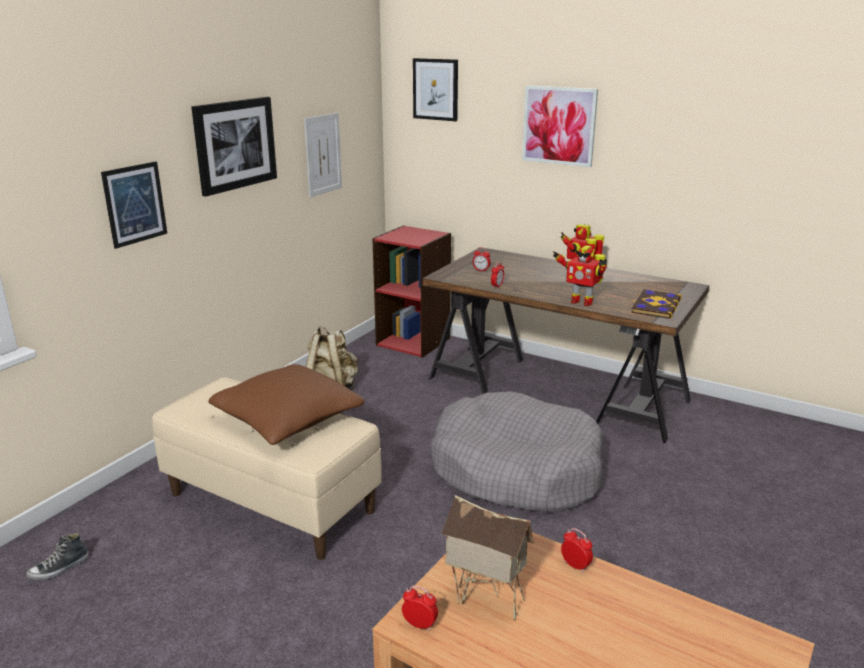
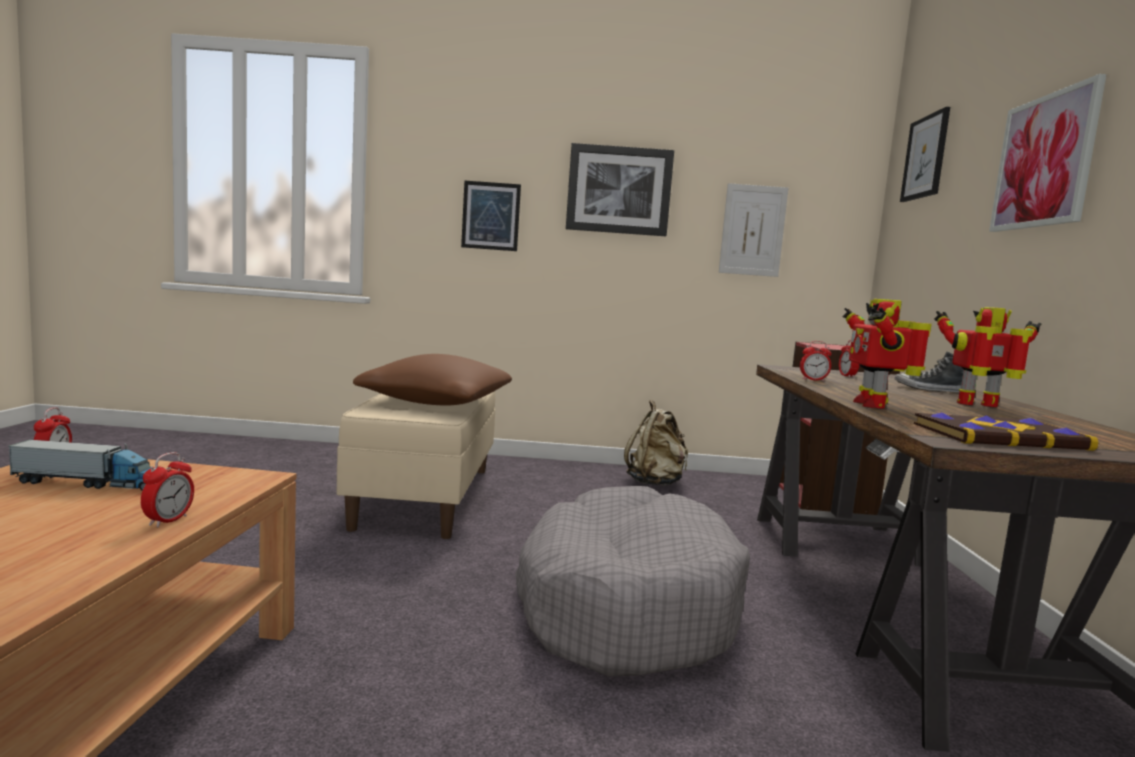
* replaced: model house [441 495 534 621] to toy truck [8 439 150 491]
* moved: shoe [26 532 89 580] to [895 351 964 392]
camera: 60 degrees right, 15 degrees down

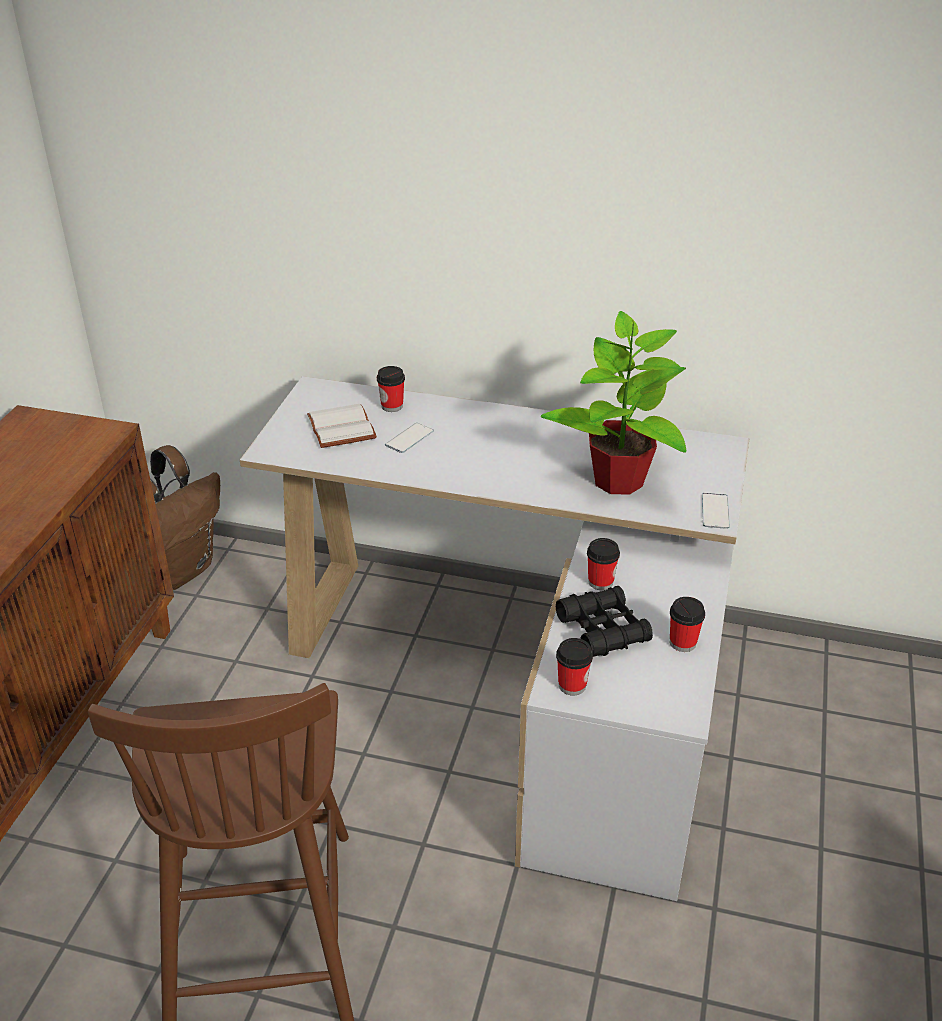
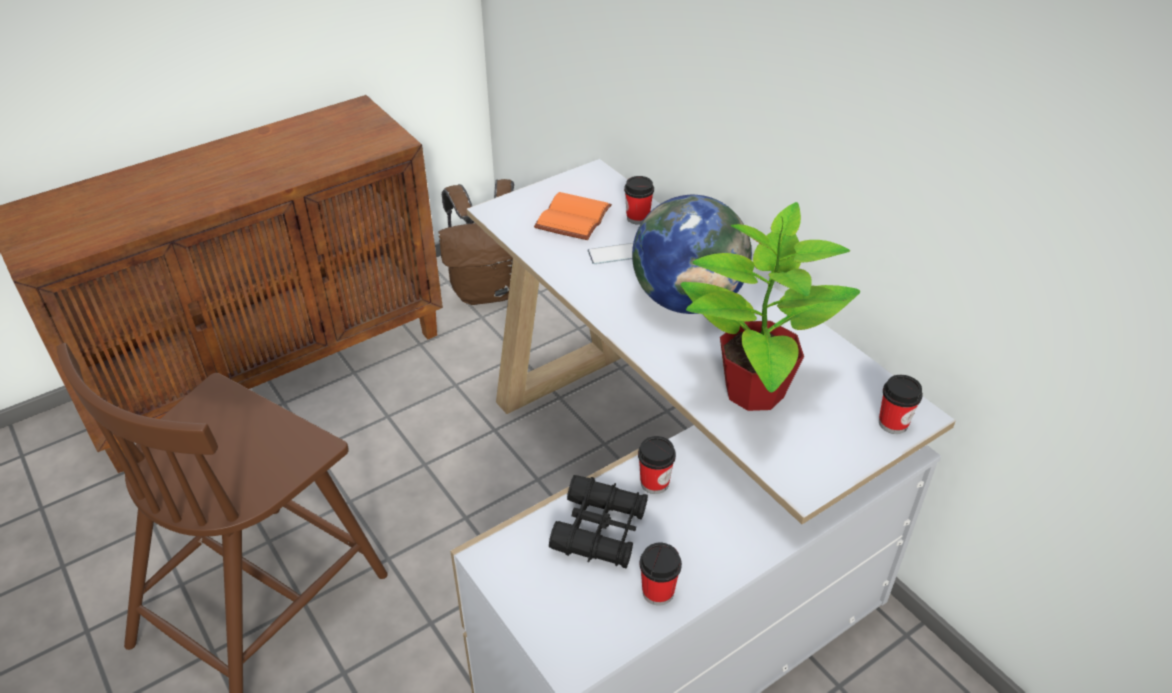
* recoloured: whitish volume [307 404 377 448] to orange volume [534 192 612 240]
* removed: telephone [702 493 730 529]
* moved: small cup [556 638 593 696] to [879 375 923 434]
* added: desk globe [632 195 752 314]
camera: 40 degrees right, 5 degrees up

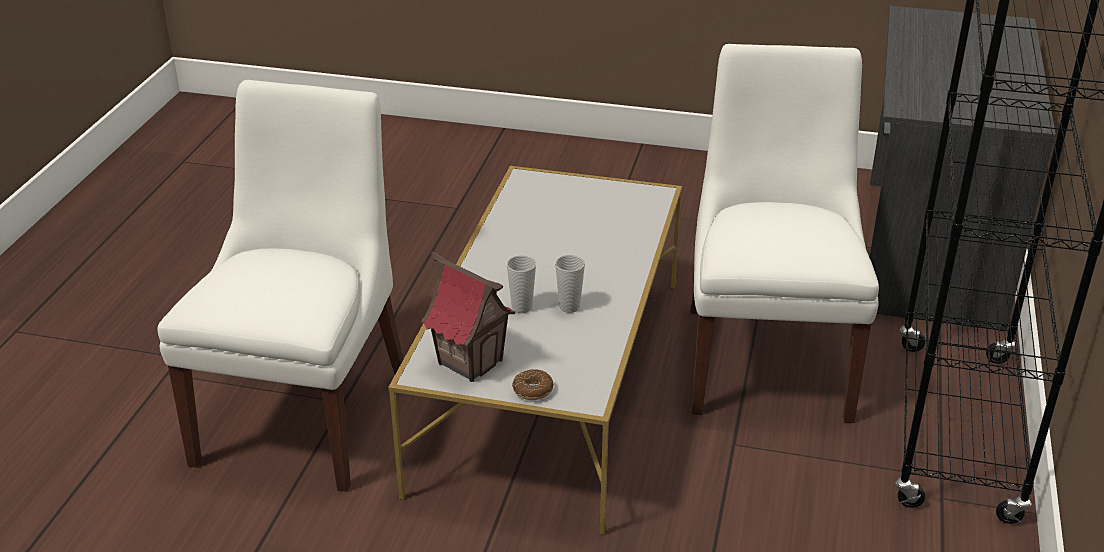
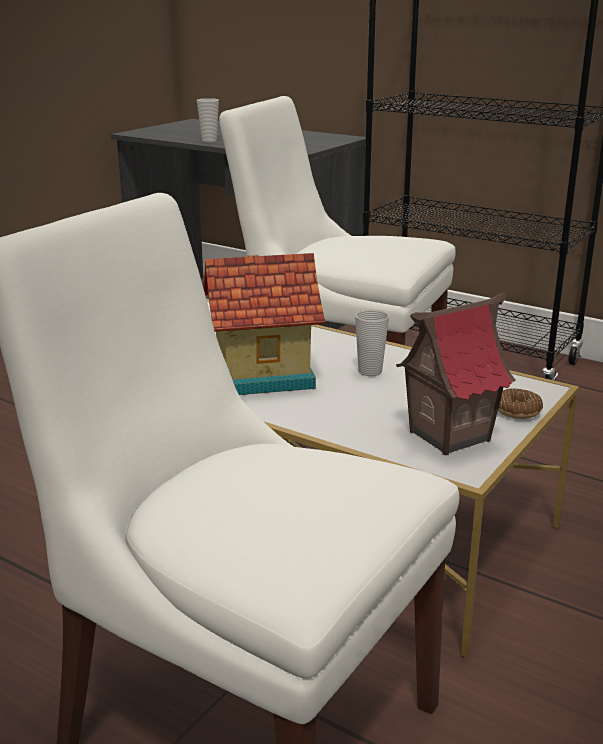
* moved: small cup [507 255 536 313] to [197 98 219 142]
* added: model house [203 253 325 395]
camera: 70 degrees left, 10 degrees down

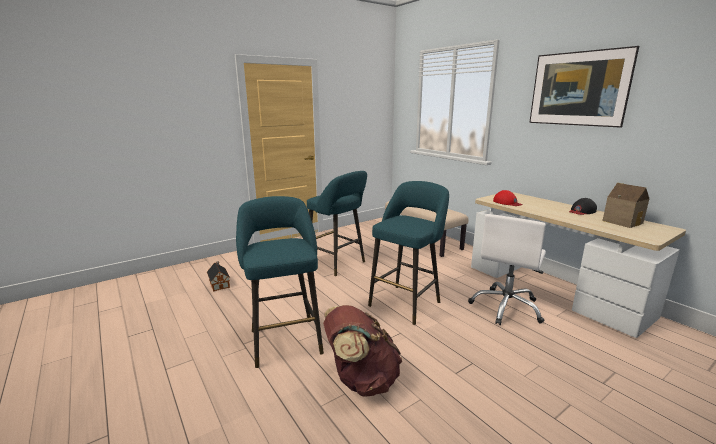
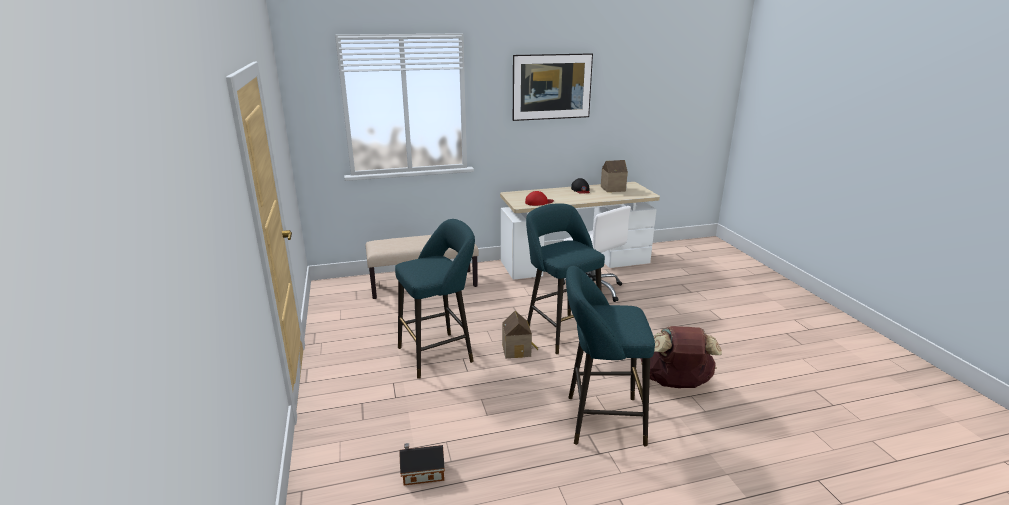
* added: model house [502 311 538 359]
camera: 70 degrees left, 5 degrees up

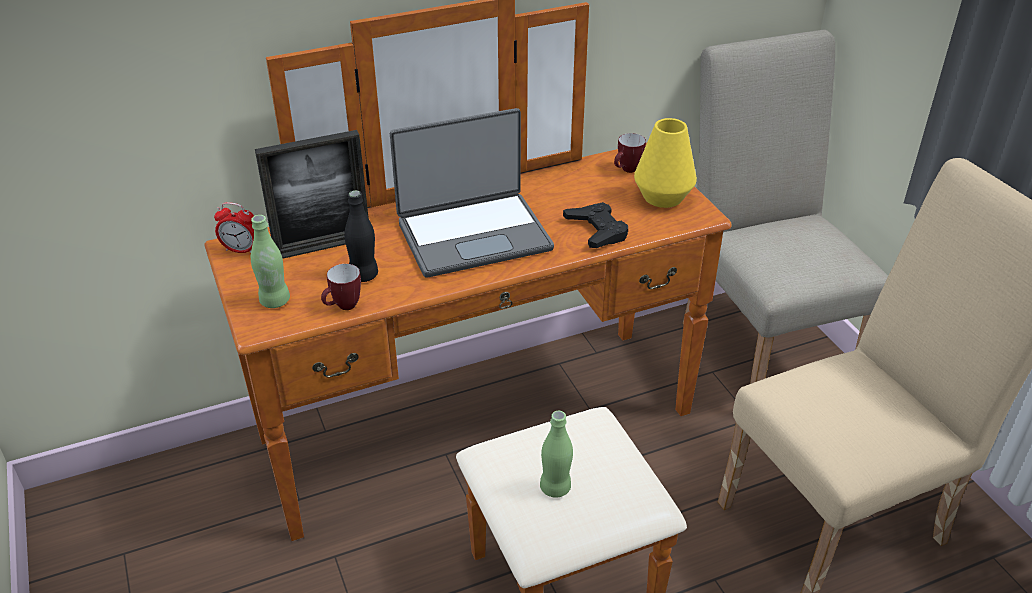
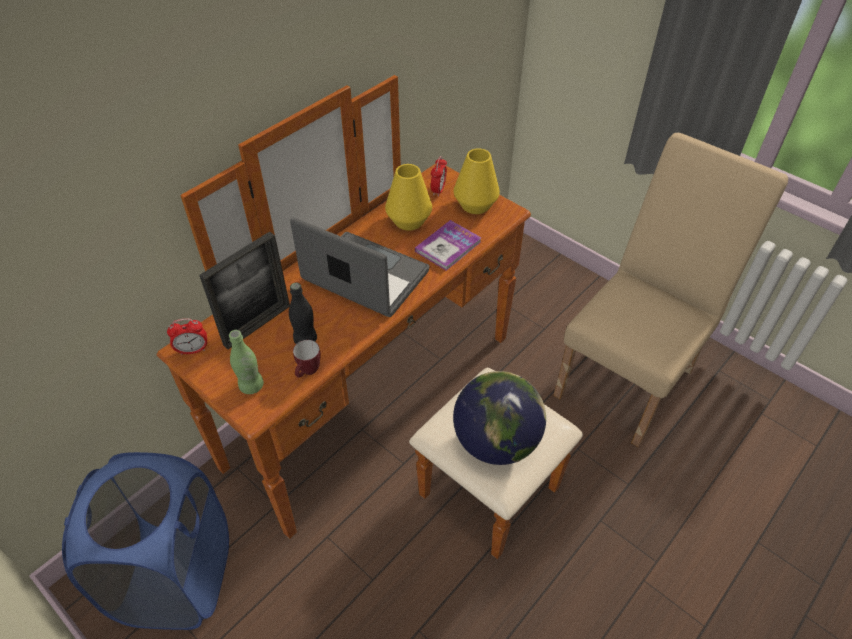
* removed: beige-coloured chair [683 30 888 384]
* turned: laptop [390 108 554 278] = [290 217 430 317] 105 degrees counterclockwise
* replaced: tea mug [614 133 646 173] to bedside clock [431 156 447 197]
* replaced: black-coloured game controller [563 202 628 248] to volume [415 220 481 271]
* replaced: green-coloured bottle [540 411 573 498] to desk globe [453 371 546 465]
* added: yellowish vase [385 164 432 230]
* added: blue hamper [62 452 229 630]
camera: 25 degrees left, 10 degrees up

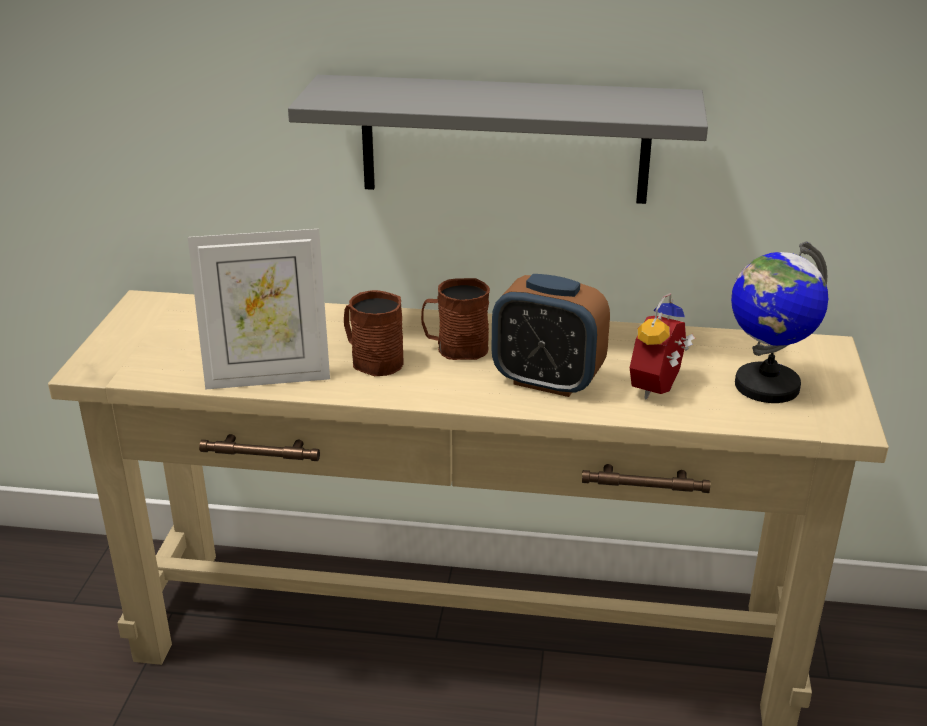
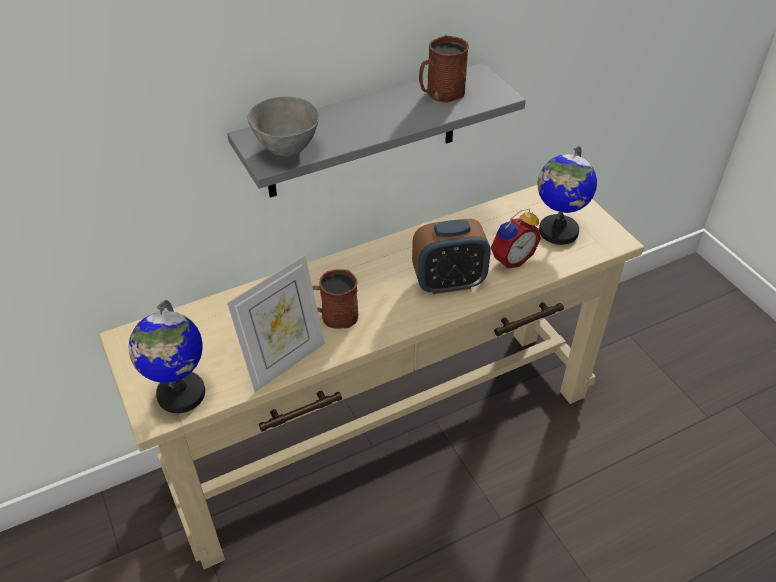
* moved: brown-coloured tea mug [421 278 490 360] to [419 35 469 103]
* turned: bedside clock [630 293 695 399] = [491 209 541 268] 120 degrees counterclockwise
* added: greyish deep dish [248 96 319 157]
* added: desk globe [128 300 205 413]
camera: 35 degrees left, 15 degrees up

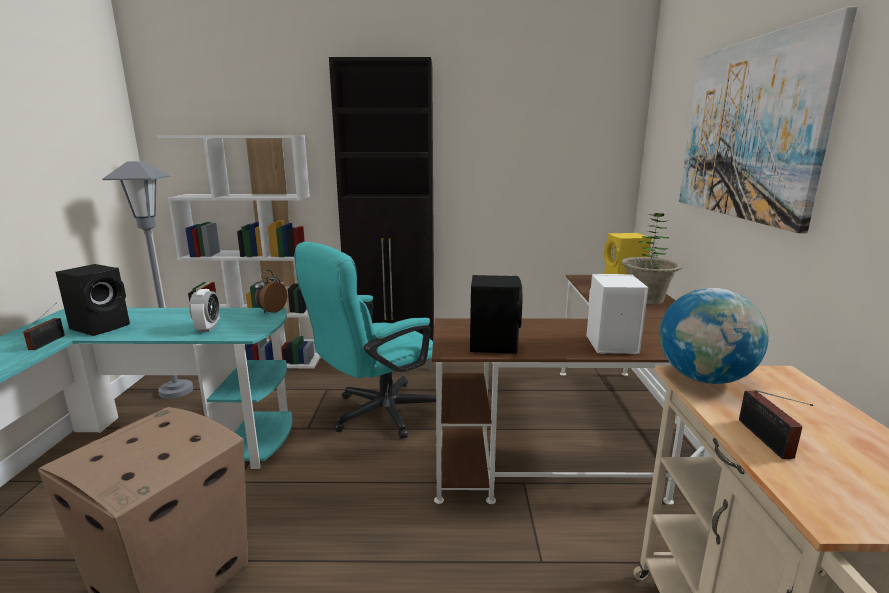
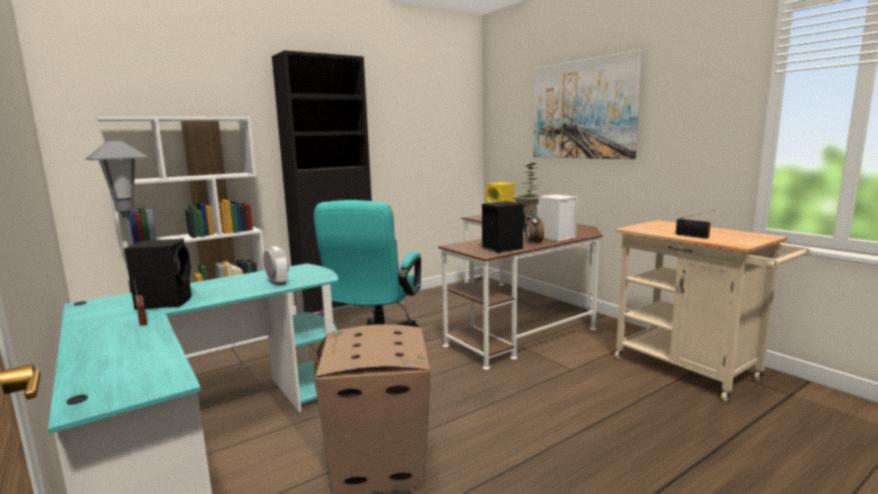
* moved: bedside clock [255 270 287 313] to [525 210 544 244]
* removed: desk globe [659 288 769 384]
camera: 35 degrees left, 5 degrees down

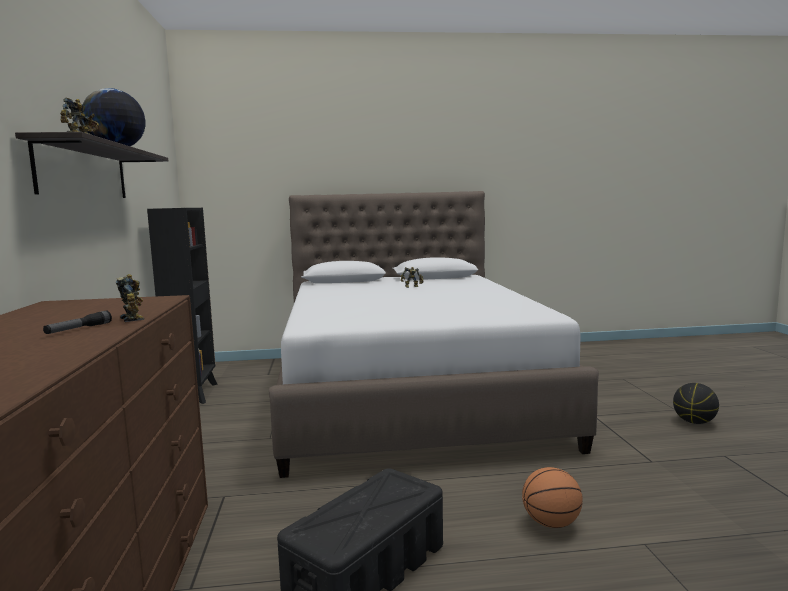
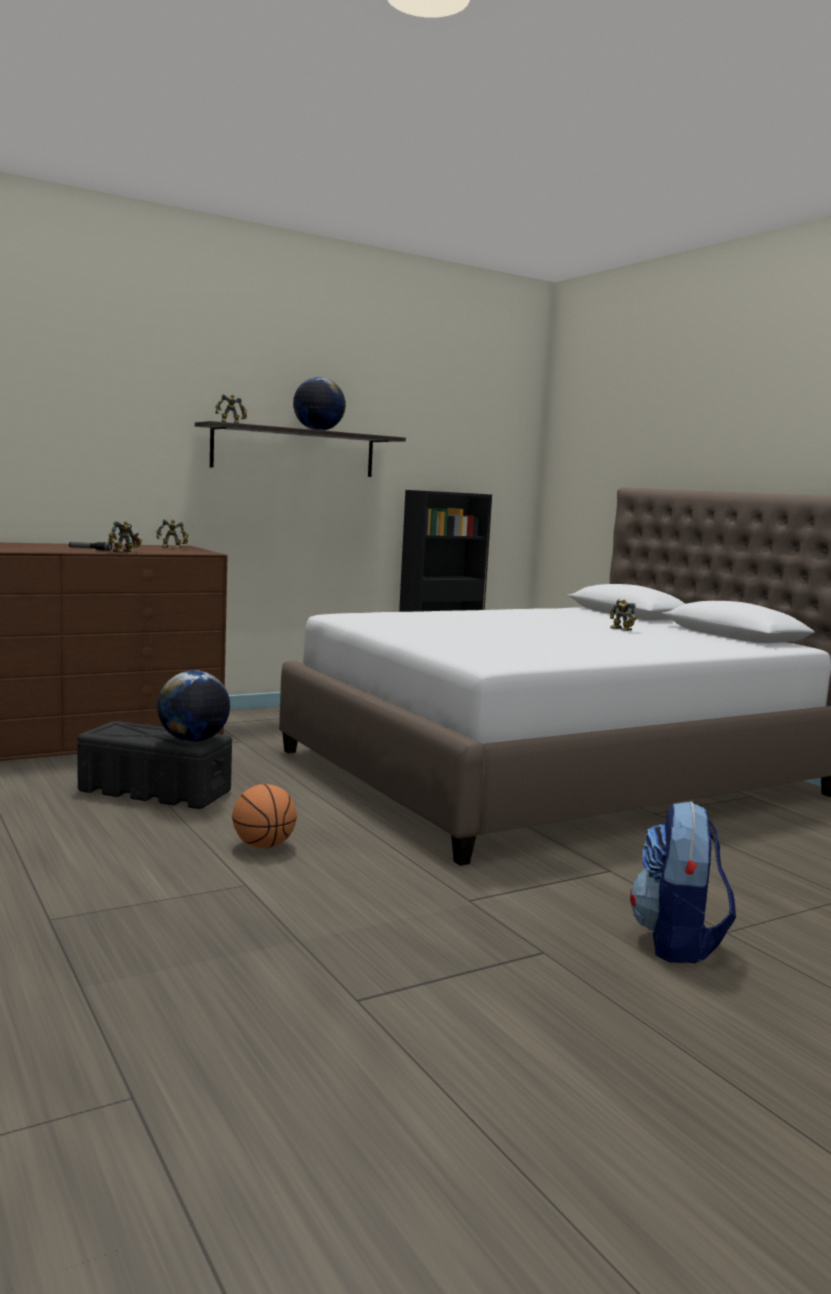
* replaced: basketball ball [673 383 719 424] to knapsack [630 801 736 963]
* added: robot figure [156 519 189 548]
* added: desk globe [157 670 230 742]
camera: 65 degrees right, 0 degrees up

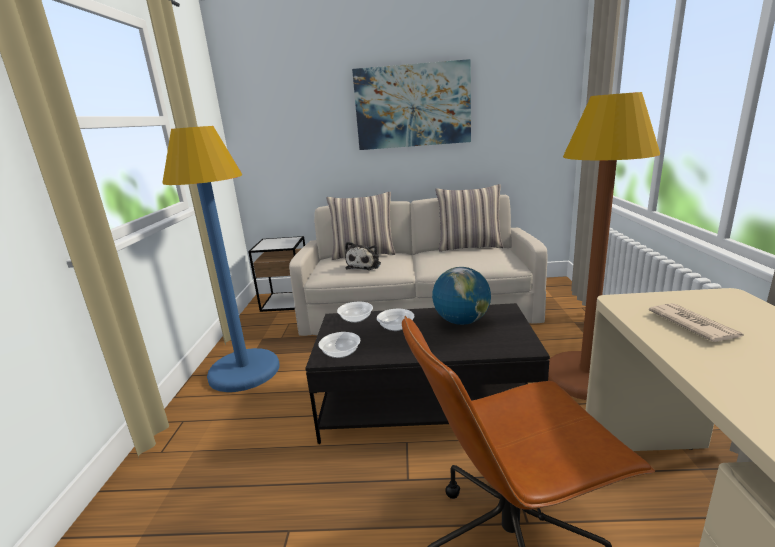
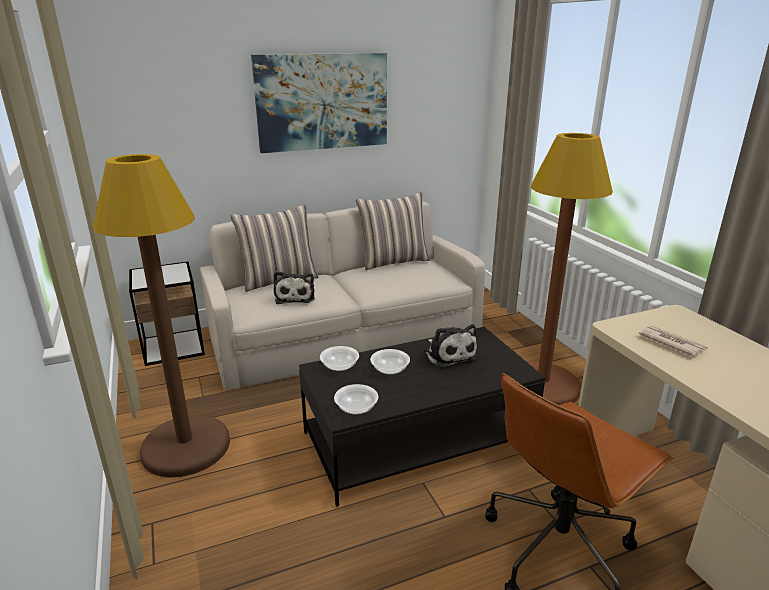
* recoloured: blue standing lamp [162 126 280 392] to brown-coloured standing lamp [93 154 230 477]
* replaced: desk globe [432 267 491 325] to cuddly toy [425 324 477 368]
camera: 25 degrees left, 5 degrees up

